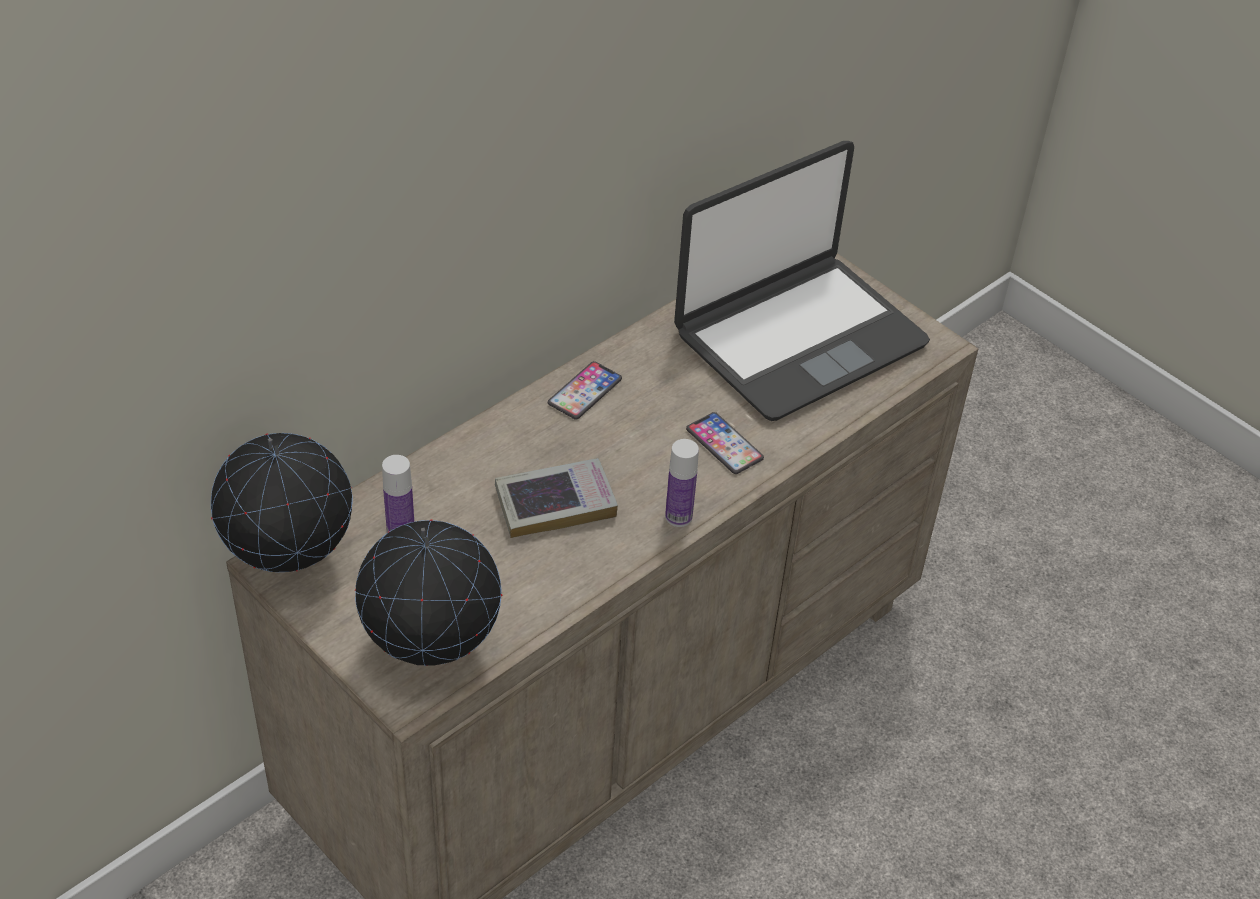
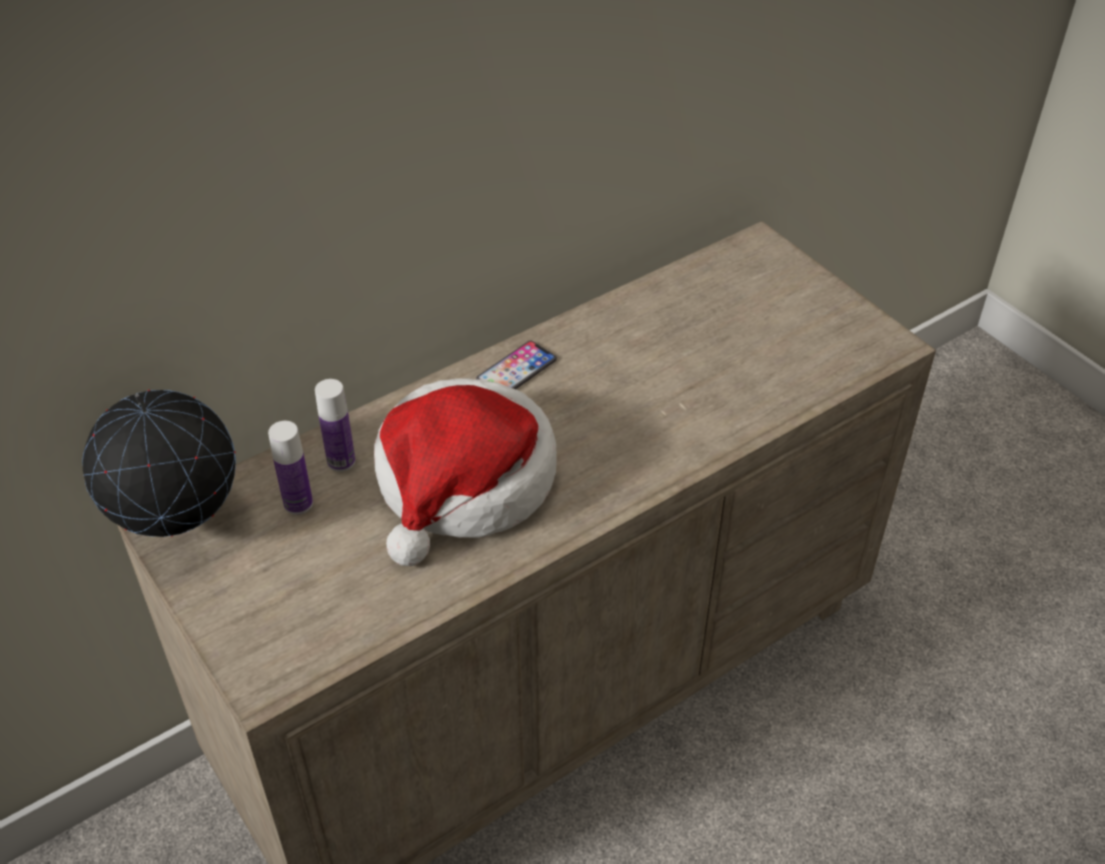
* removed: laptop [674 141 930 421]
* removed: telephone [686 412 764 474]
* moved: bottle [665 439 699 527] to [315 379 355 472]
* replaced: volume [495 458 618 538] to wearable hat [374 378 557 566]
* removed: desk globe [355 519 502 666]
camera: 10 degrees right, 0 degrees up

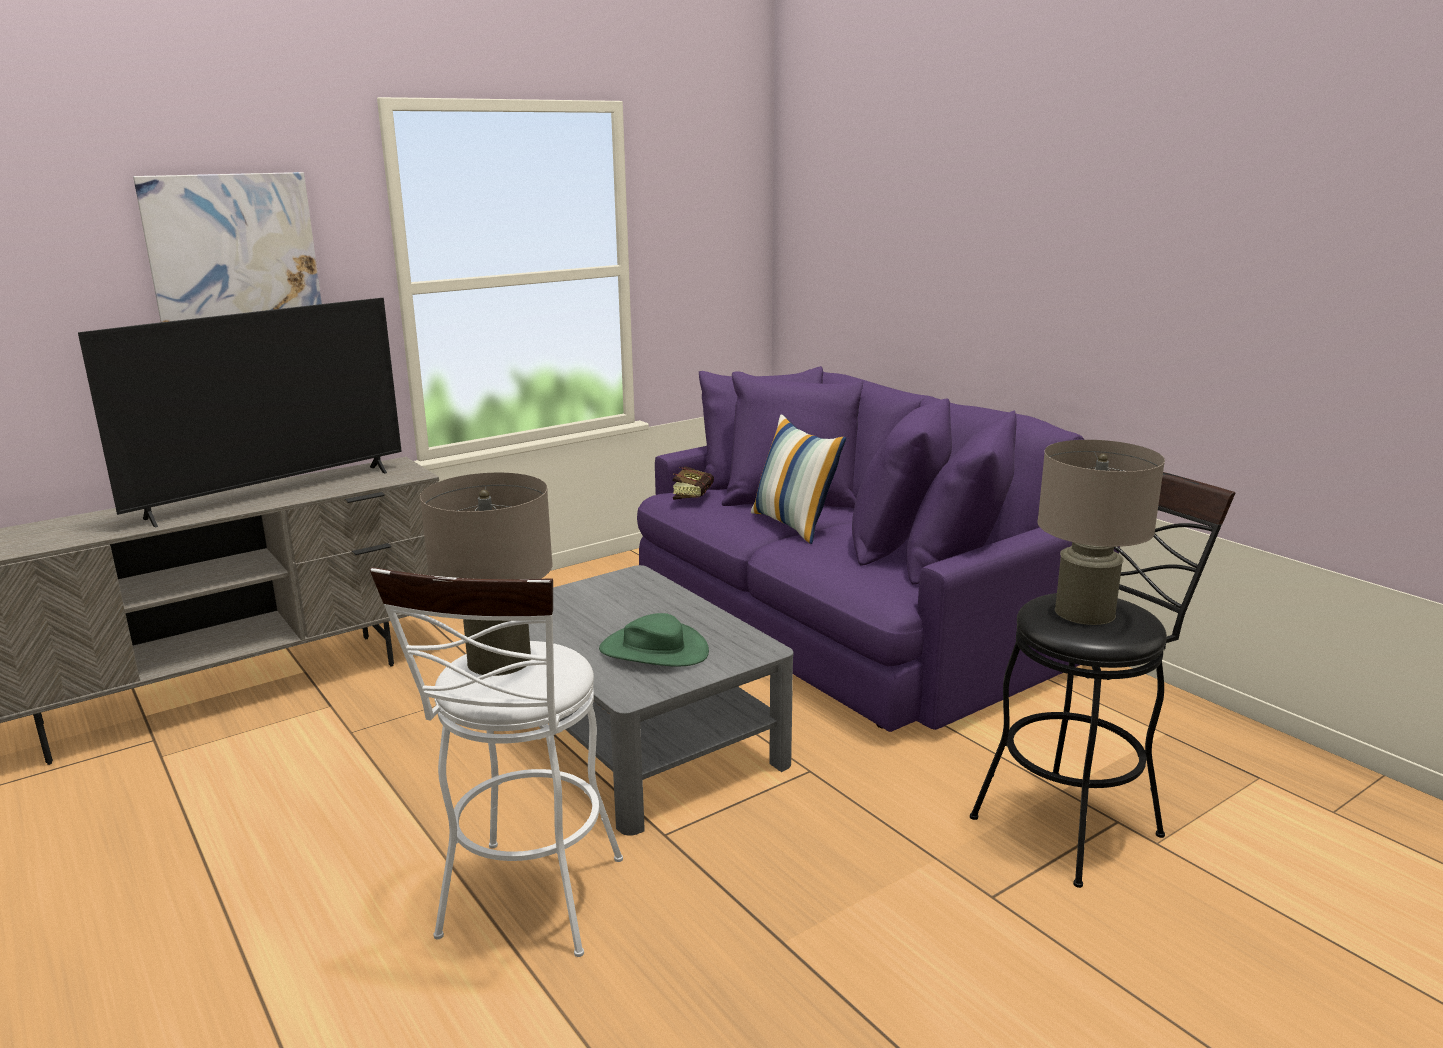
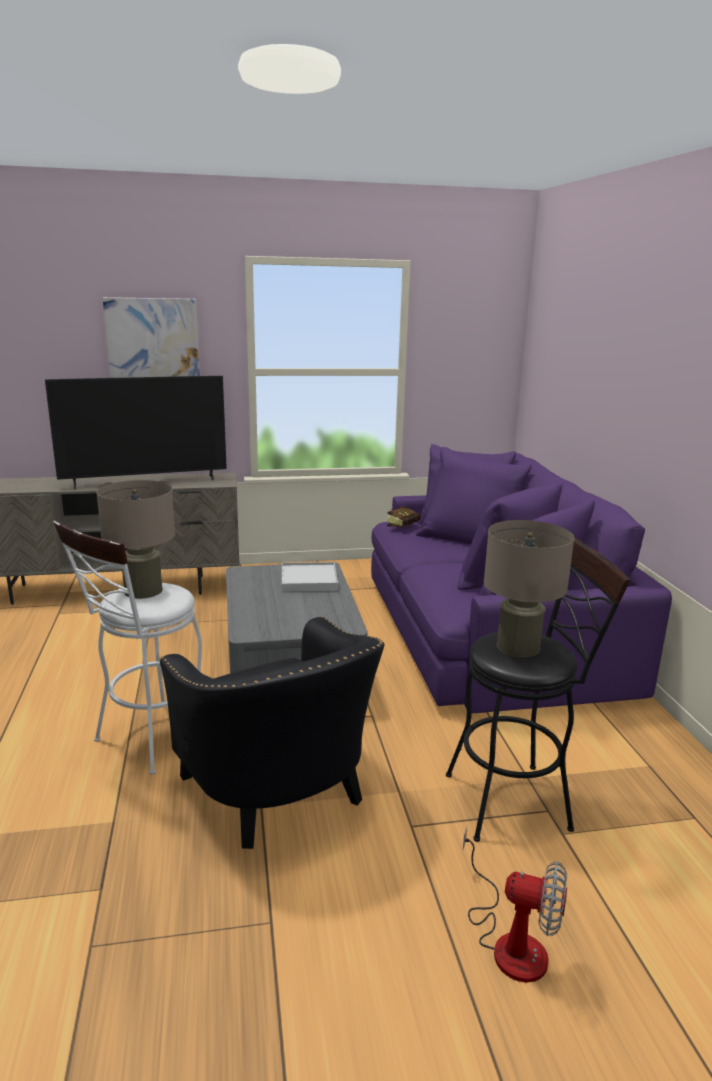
* removed: throw pillow [751 414 846 544]
* removed: green-coloured wearable hat [599 613 709 667]
* added: whitish tray [282 562 338 592]
* added: black-coloured lounge chair [160 616 384 849]
* added: fan [463 827 567 983]
camera: 25 degrees right, 0 degrees up

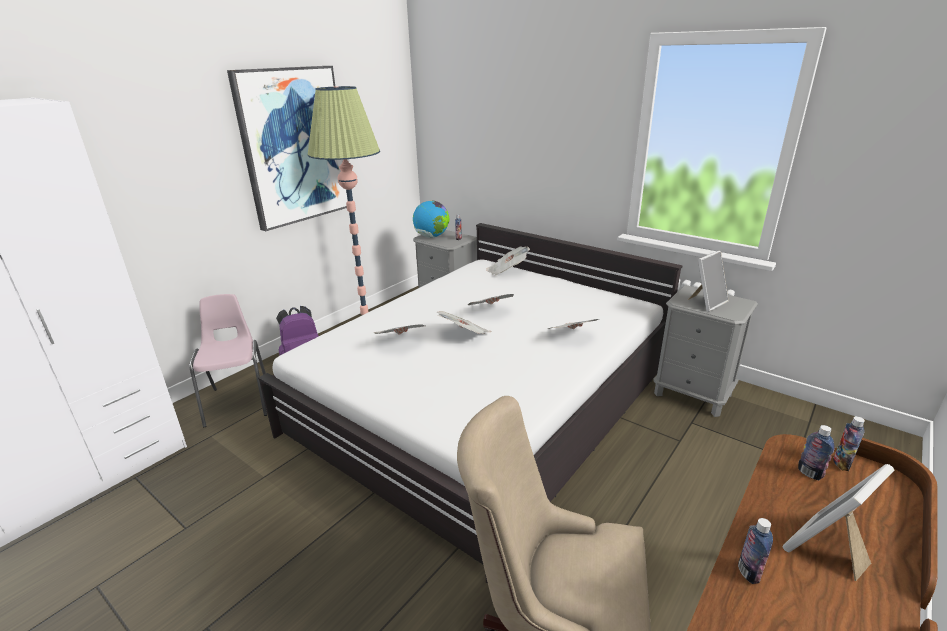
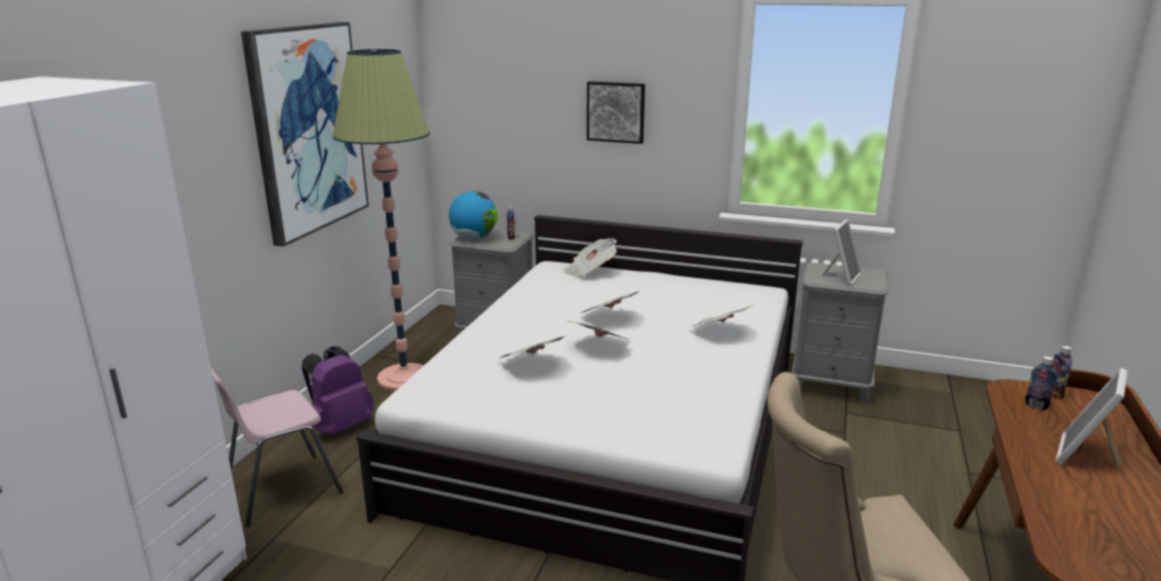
* turned: pink chair [189 294 267 427] = [210 363 344 527] 90 degrees counterclockwise
* removed: bottle [738 518 773 584]
* added: wall art [587 81 645 144]
camera: 20 degrees left, 5 degrees down

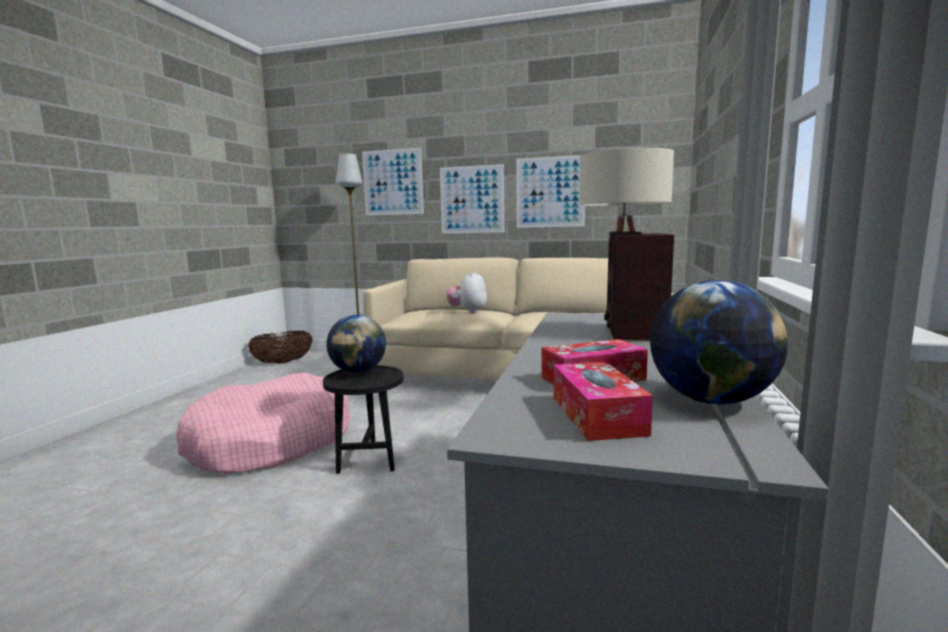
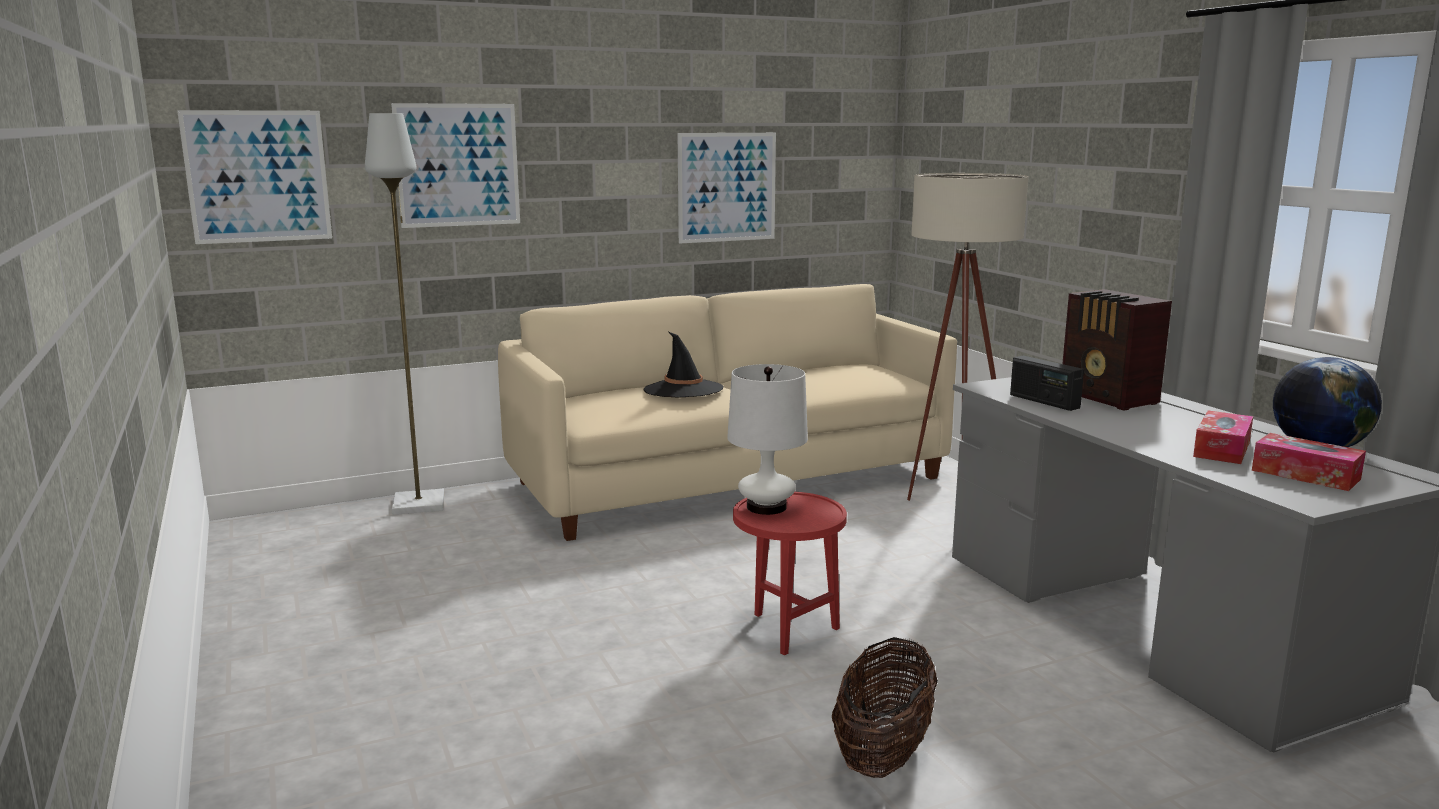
* moved: wall art [440 164 504 233] to [177 110 332 244]
* replaced: cuddly toy [446 271 487 313] to black-coloured wearable hat [644 332 724 398]
* replaced: desk globe [326 315 386 373] to whitish table lamp [727 364 808 515]
* moved: household basket [248 331 313 363] to [832 637 938 778]
* recoloured: black-coloured side table [323 365 404 474] to red-coloured side table [733 492 847 655]
* removed: pink dog bed [176 373 351 474]
* added: radio receiver [1010 356 1084 411]
camera: 40 degrees left, 5 degrees up

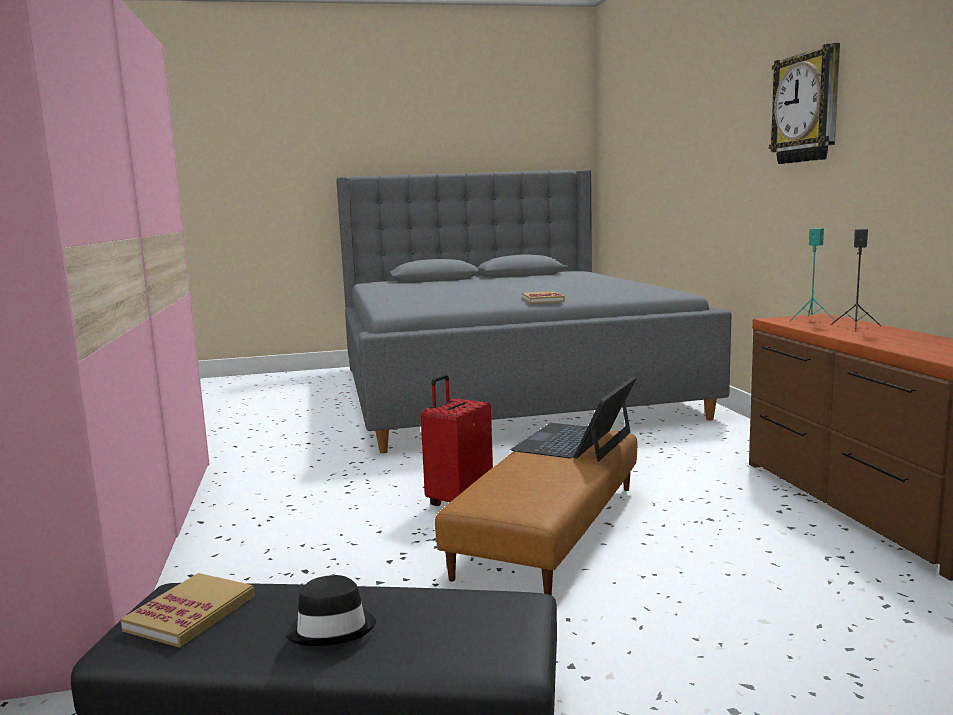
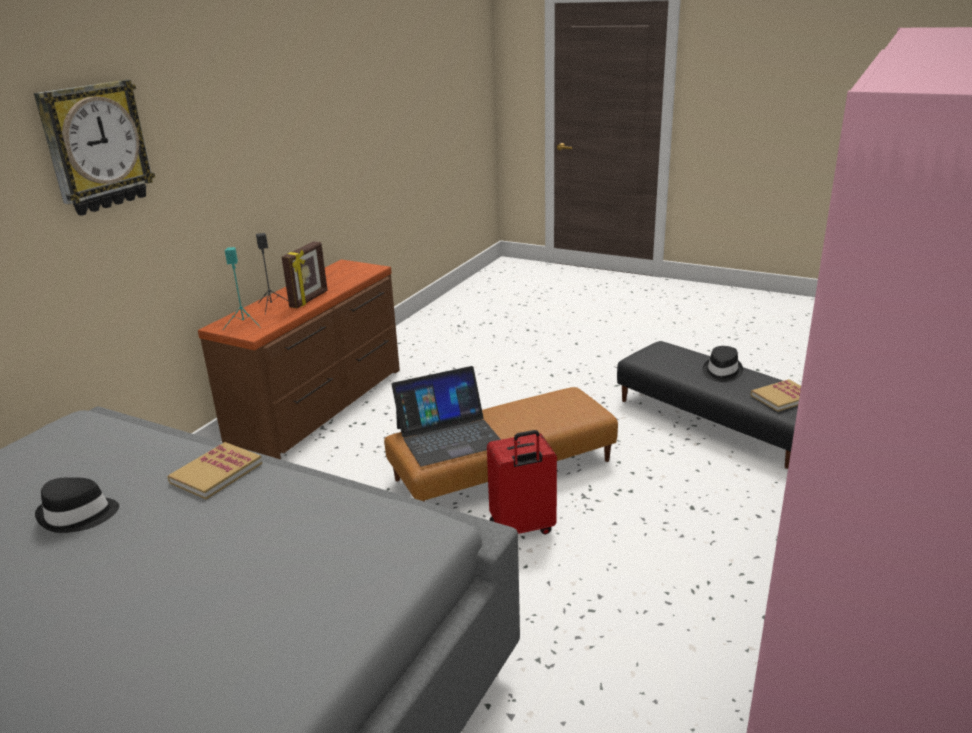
* added: standing frame [282 241 328 308]
* added: black-coloured wearable hat [35 477 119 533]
camera: 140 degrees left, 15 degrees up

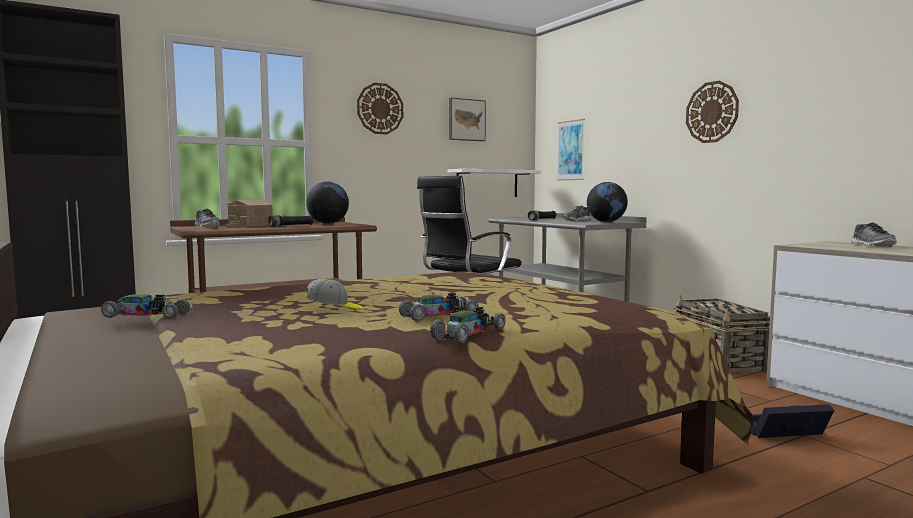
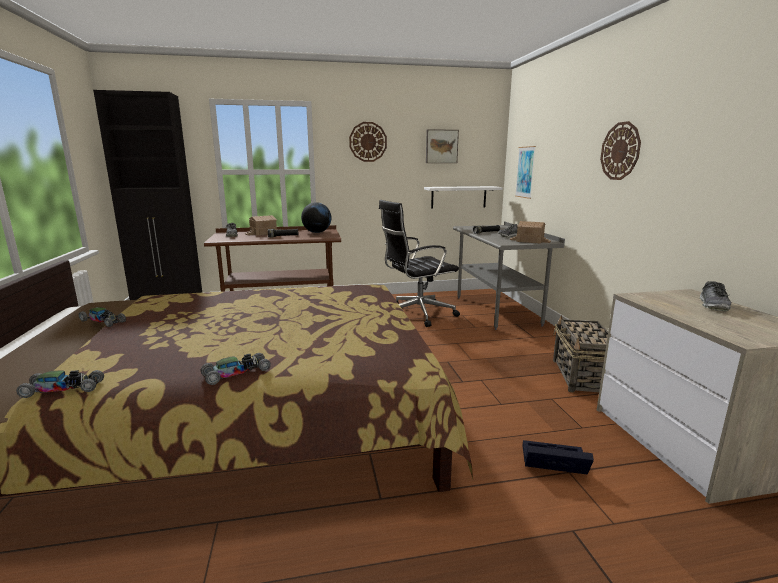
* replaced: desk globe [587 182 628 222] to model house [510 221 551 243]
* removed: cap [305 278 364 309]
* moved: toy car [399 293 479 321] to [16 370 104 398]
camera: 20 degrees right, 10 degrees up

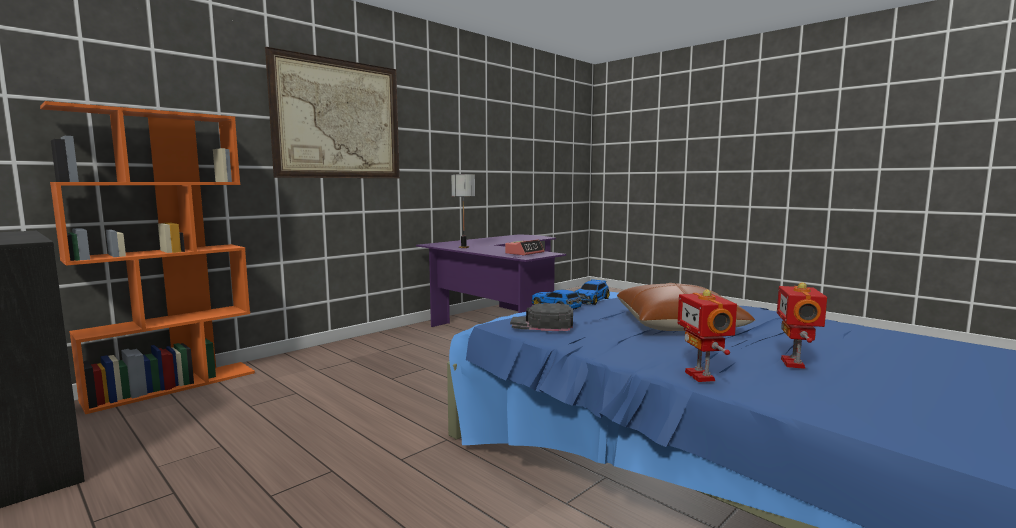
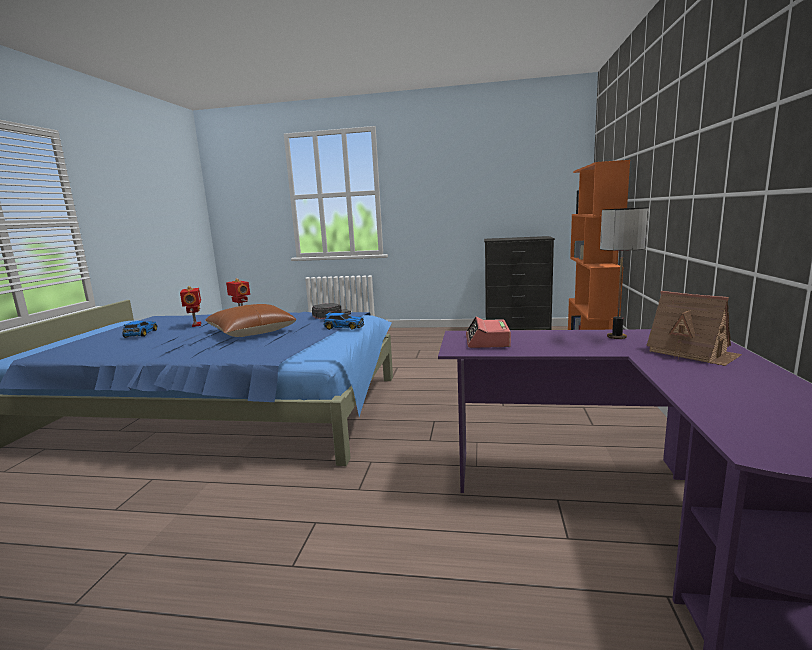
* removed: wall art [265 47 400 178]
* moved: toy car [575 279 610 305] to [123 321 158 338]
* added: model house [646 291 742 366]
camera: 145 degrees right, 5 degrees up

